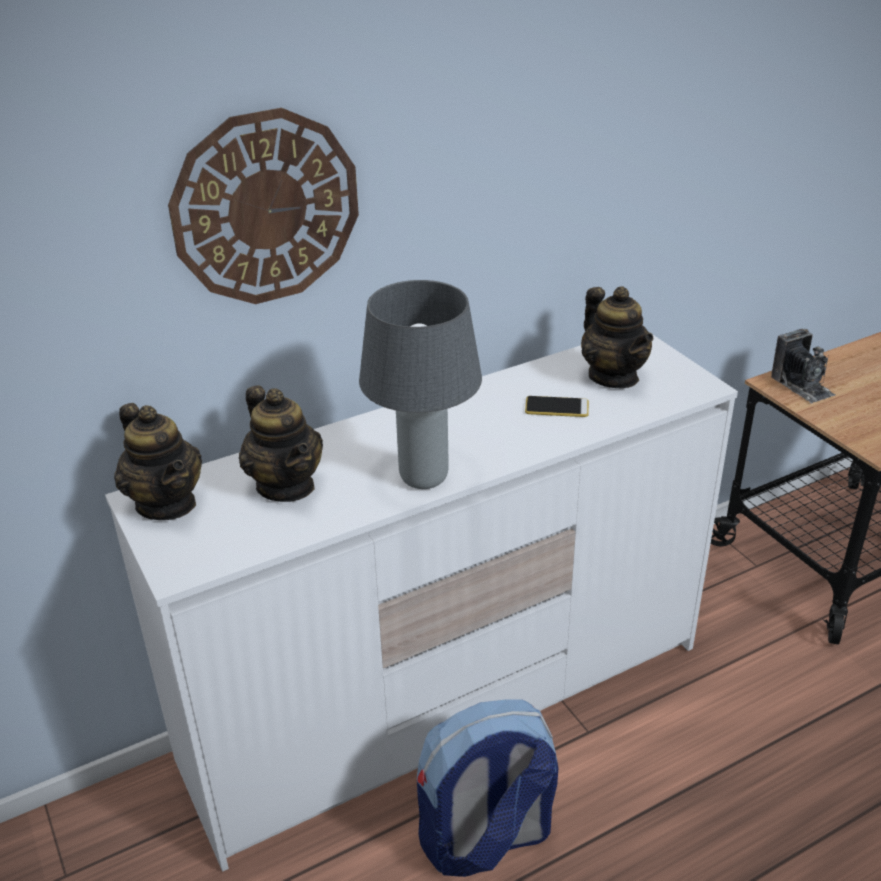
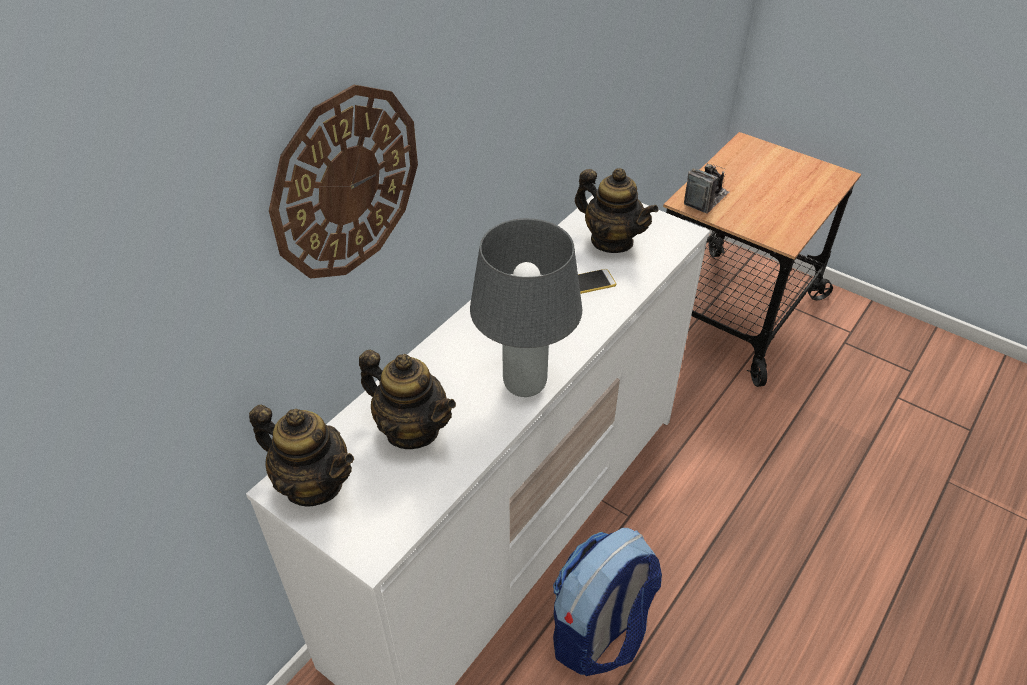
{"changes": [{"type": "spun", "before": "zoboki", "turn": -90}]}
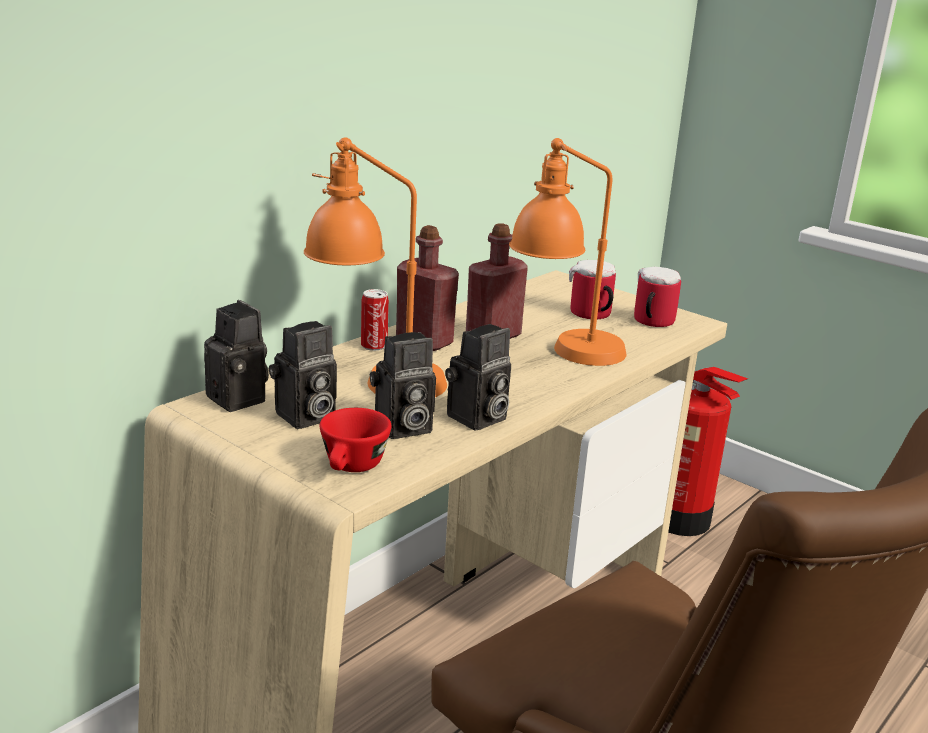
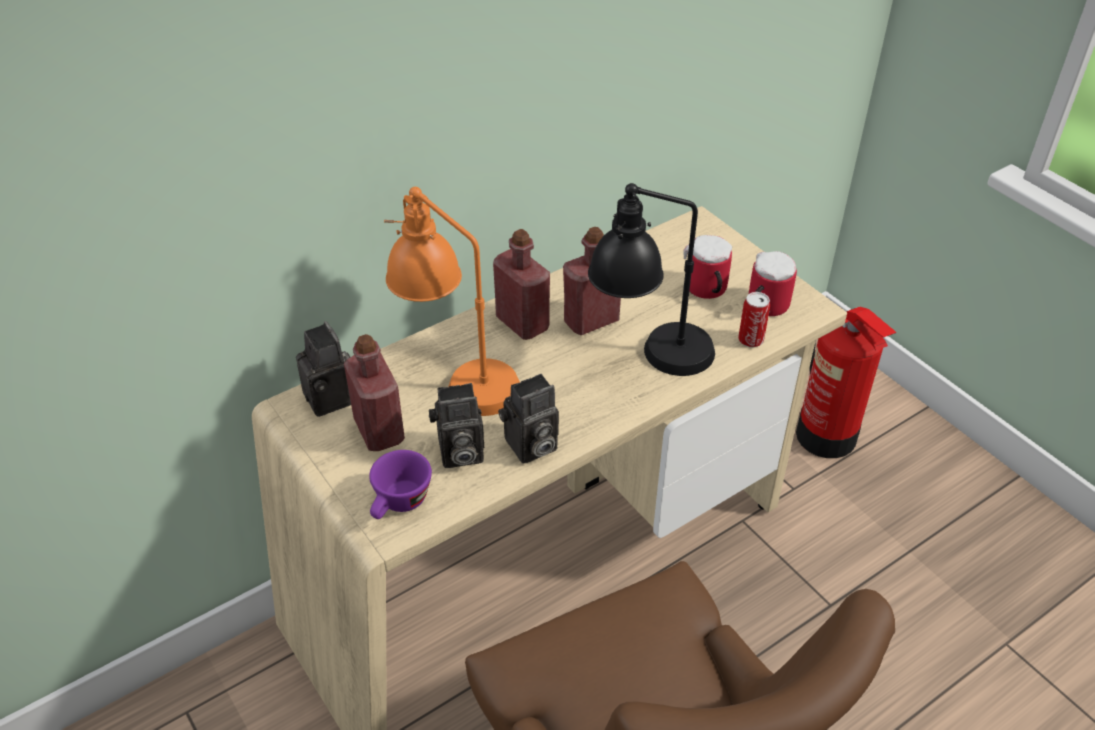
{"changes": [{"type": "colour", "before": "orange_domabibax (no. 2 from left)", "after": "black_domabibax"}, {"type": "relocated", "before": "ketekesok"}, {"type": "exchanged", "before": "zoboki (no. 2 from left)", "after": "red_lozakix (no. 1 from left)"}, {"type": "colour", "before": "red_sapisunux", "after": "purple_sapisunux"}]}
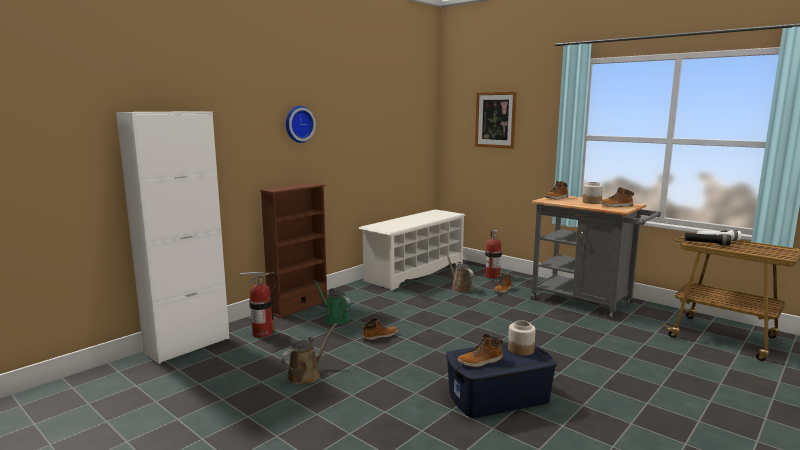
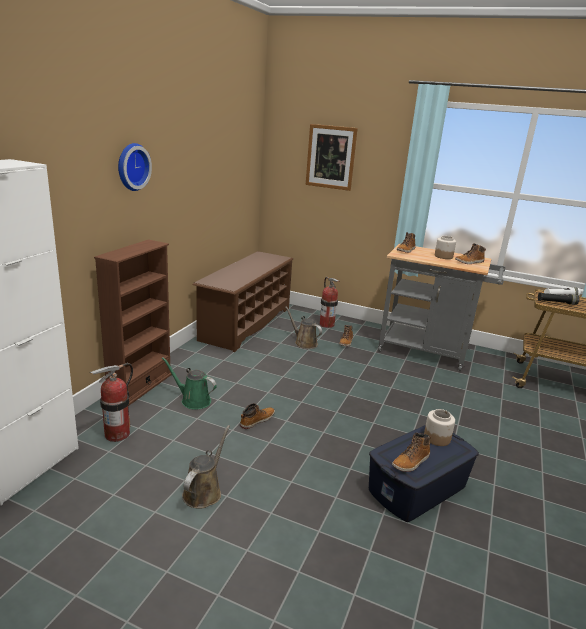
{"changes": [{"type": "colour", "before": "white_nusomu", "after": "brown_nusomu"}]}
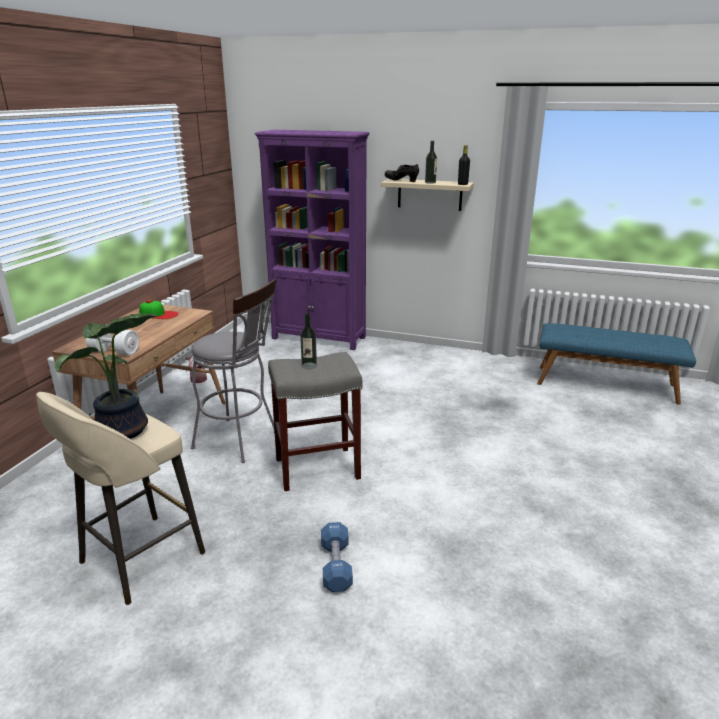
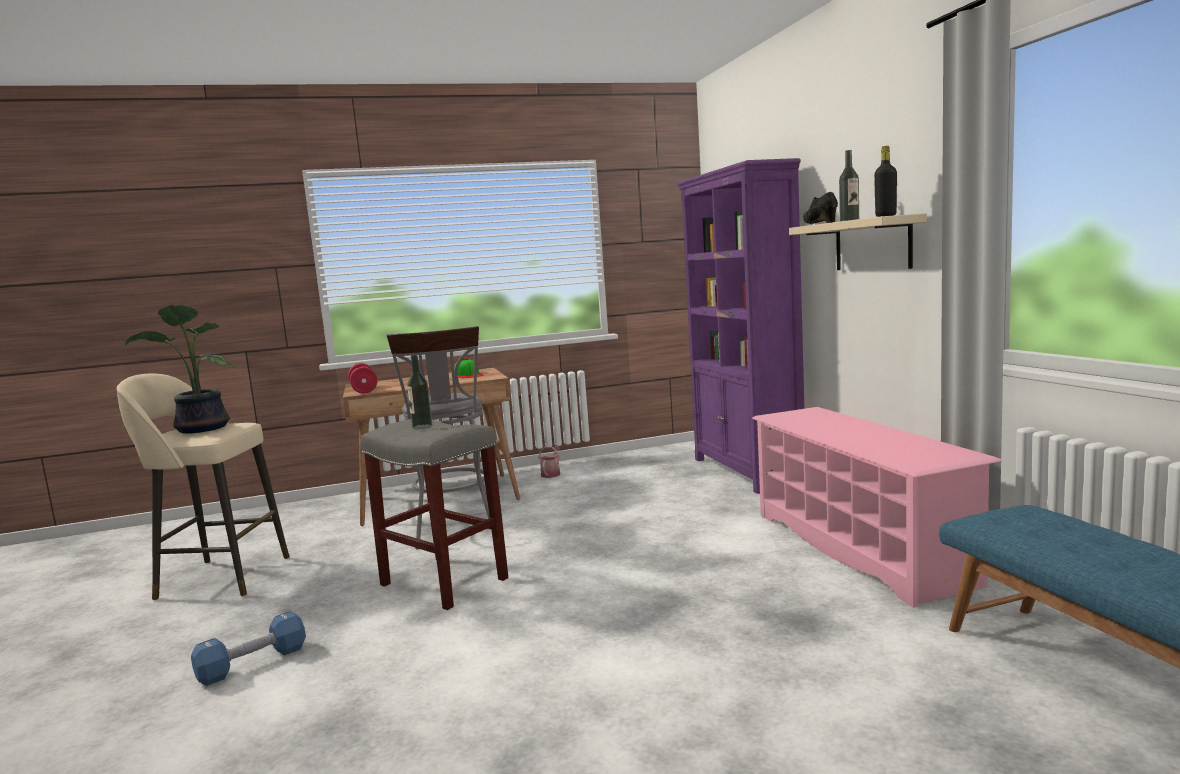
{"changes": [{"type": "colour", "before": "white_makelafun", "after": "red_makelafun"}, {"type": "appeared", "after": "pink_nusomu"}]}
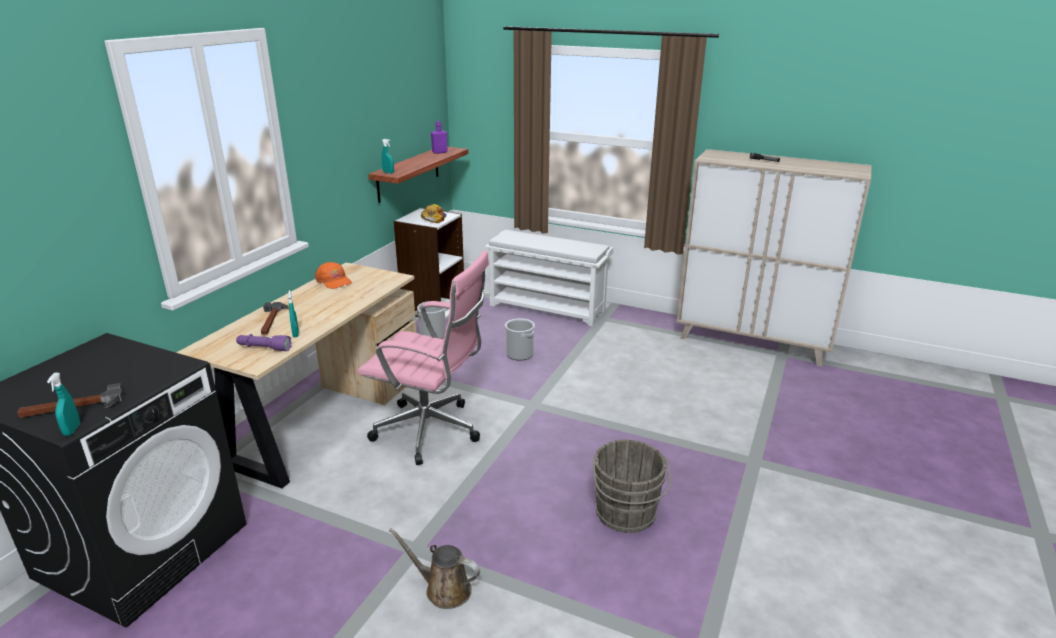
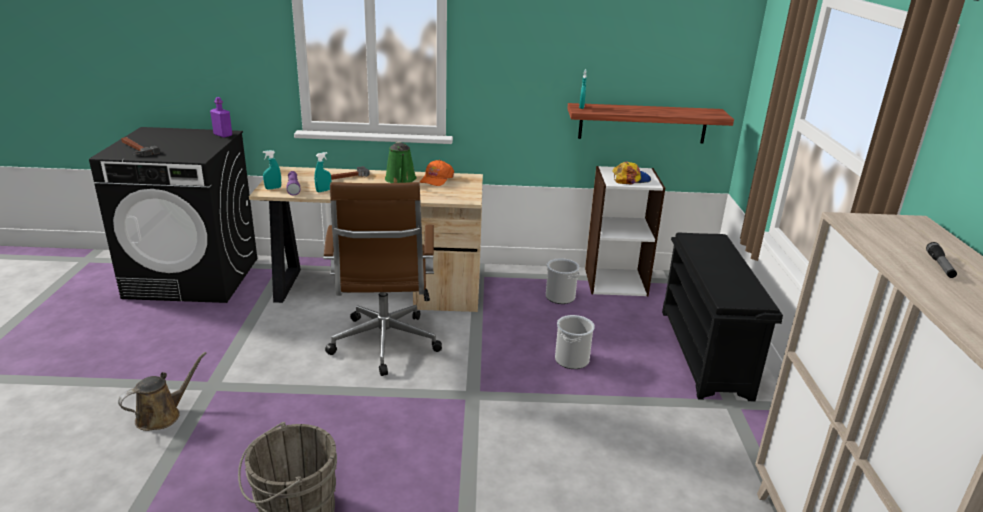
{"changes": [{"type": "relocated", "before": "purple_lozakix"}, {"type": "colour", "before": "white_nusomu", "after": "black_nusomu"}, {"type": "colour", "before": "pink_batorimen", "after": "brown_batorimen"}, {"type": "relocated", "before": "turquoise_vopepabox (no. 1 from left)"}, {"type": "spun", "before": "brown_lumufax", "turn": 45}, {"type": "appeared", "after": "green_lumufax"}]}
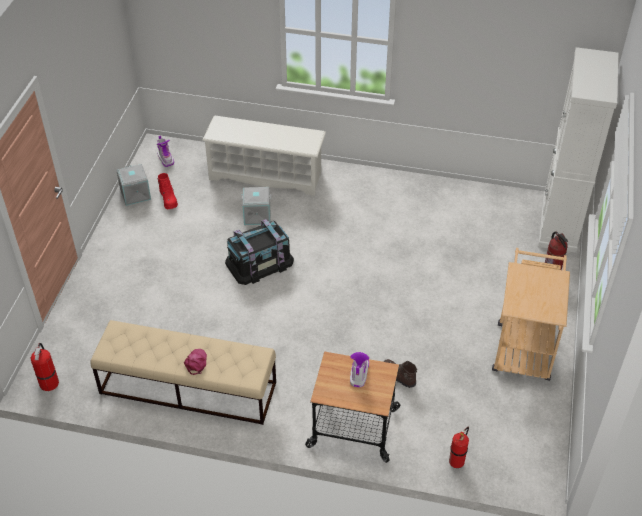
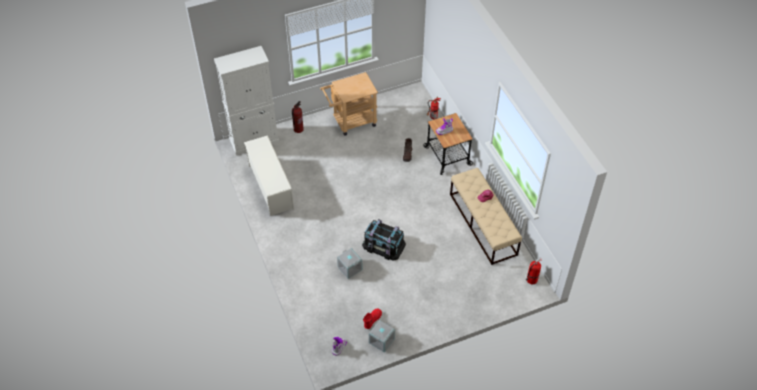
{"changes": [{"type": "relocated", "before": "white_nusomu"}]}
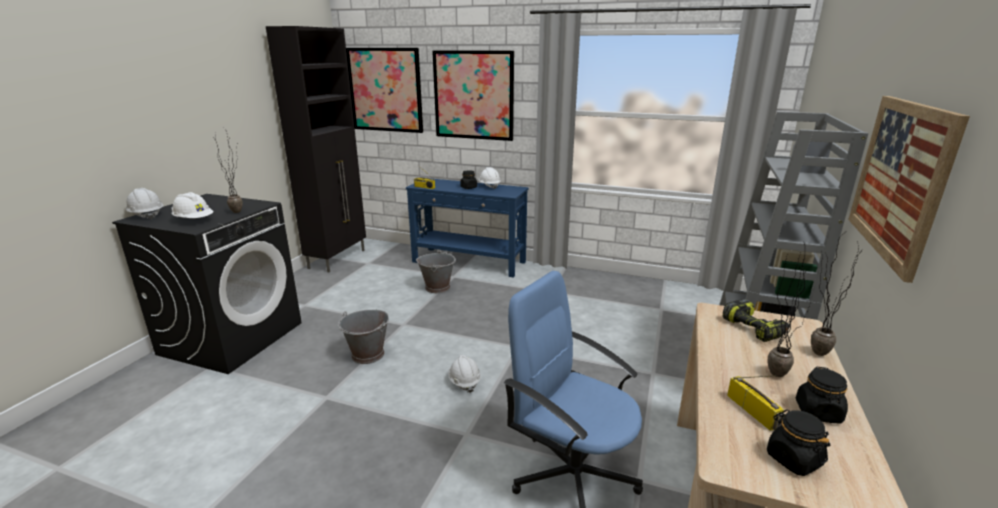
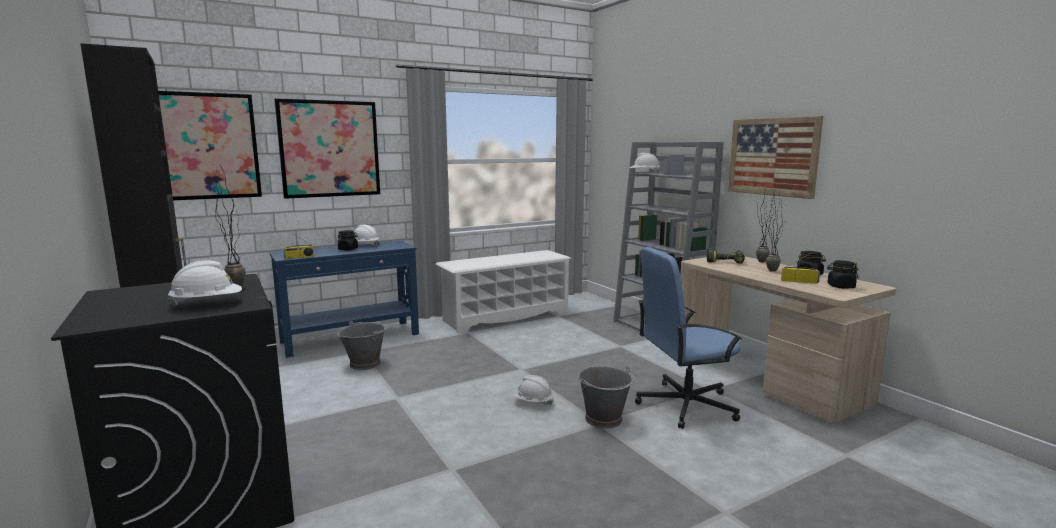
{"changes": [{"type": "relocated", "before": "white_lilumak (no. 1 from left in the first image)", "after": "white_lilumak (no. 4 from left)"}, {"type": "relocated", "before": "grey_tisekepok (no. 1 from left in the first image)", "after": "grey_tisekepok (no. 2 from left)"}, {"type": "appeared", "after": "white_nusomu"}]}
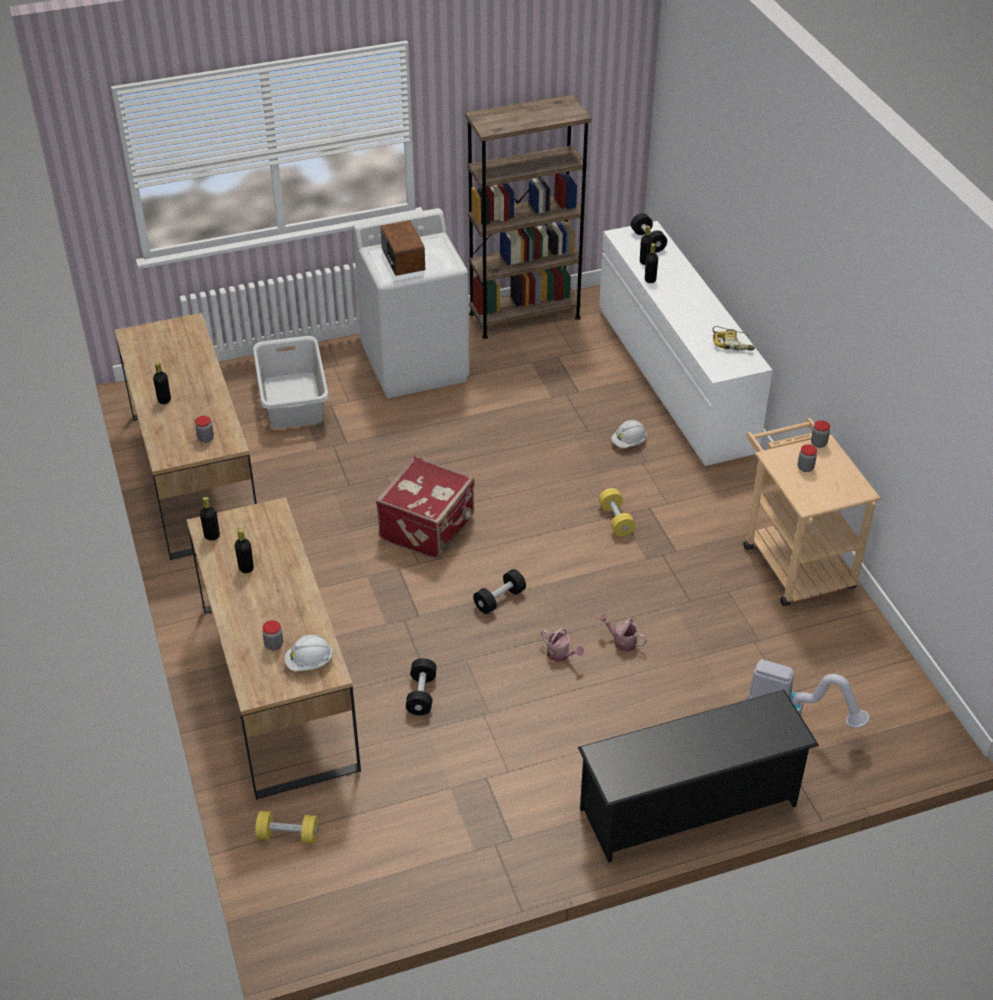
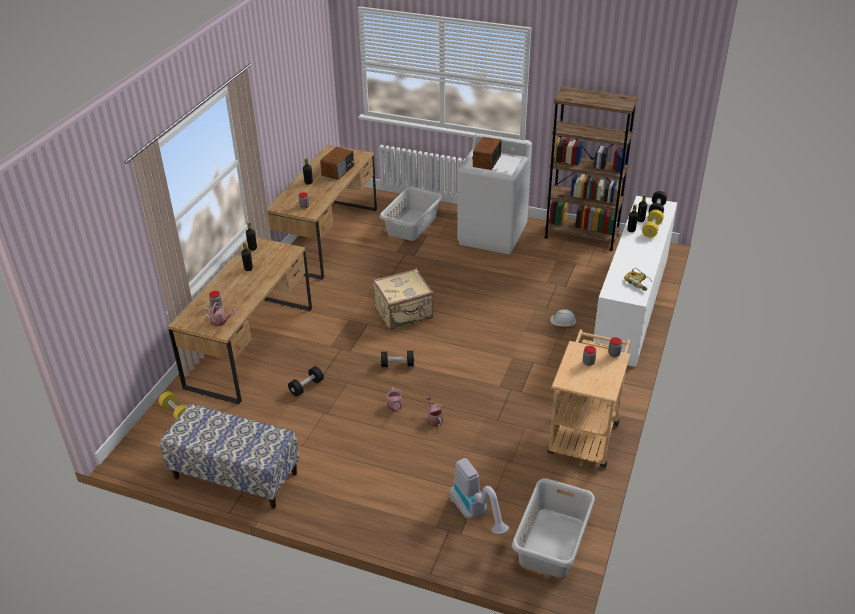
{"changes": [{"type": "colour", "before": "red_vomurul", "after": "beige_vomurul"}, {"type": "relocated", "before": "yellow_makelafun (no. 2 from left)"}, {"type": "exchanged", "before": "white_lilumak (no. 1 from left)", "after": "lumufax (no. 1 from left)"}, {"type": "missing", "before": "black_nusomu"}, {"type": "appeared", "after": "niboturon (no. 1 from left)"}, {"type": "appeared", "after": "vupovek"}, {"type": "appeared", "after": "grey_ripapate (no. 2 from left)"}]}
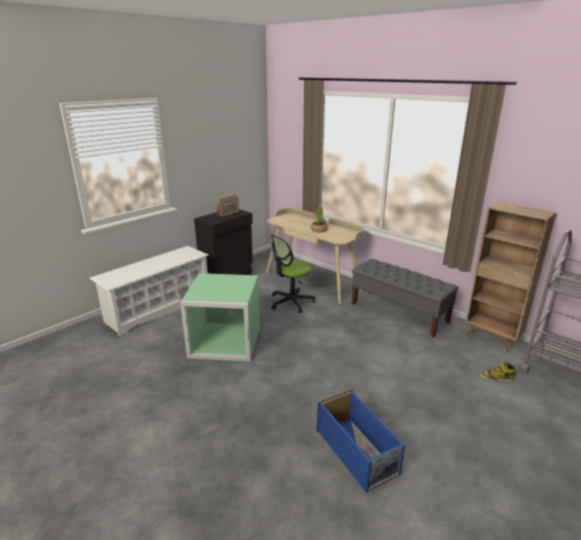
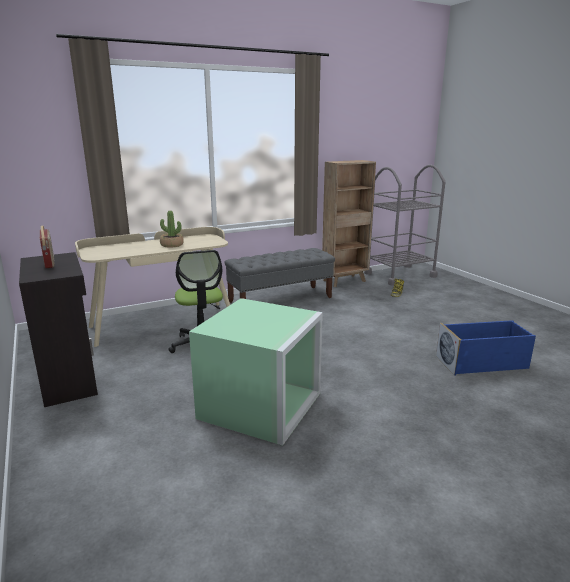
{"changes": [{"type": "missing", "before": "white_nusomu"}]}
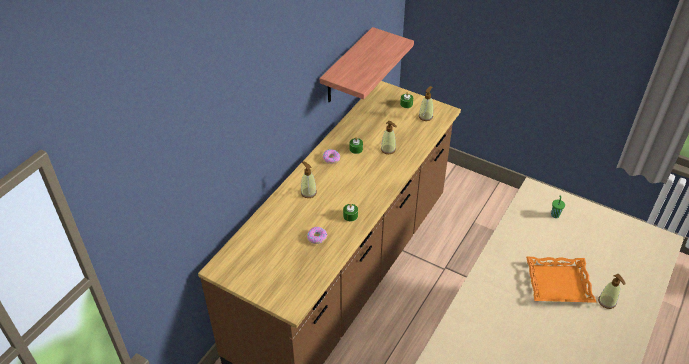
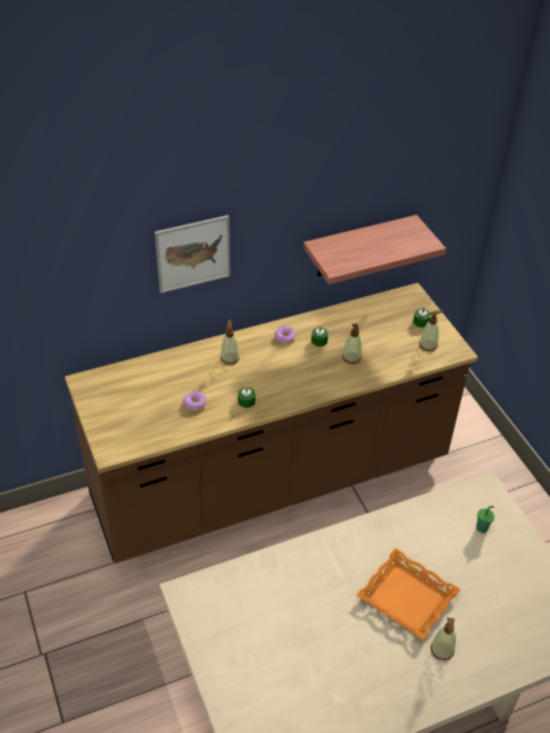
{"changes": [{"type": "appeared", "after": "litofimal"}]}
